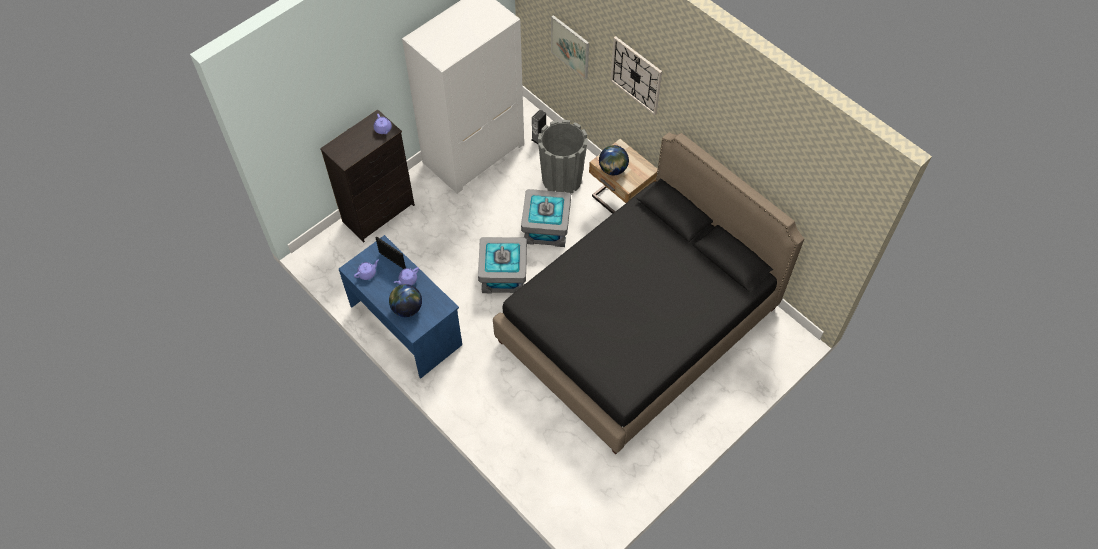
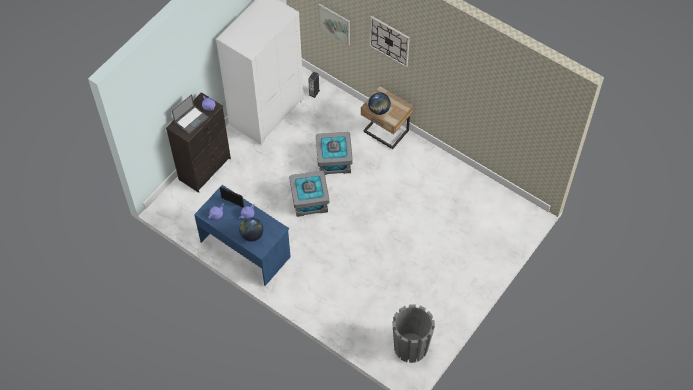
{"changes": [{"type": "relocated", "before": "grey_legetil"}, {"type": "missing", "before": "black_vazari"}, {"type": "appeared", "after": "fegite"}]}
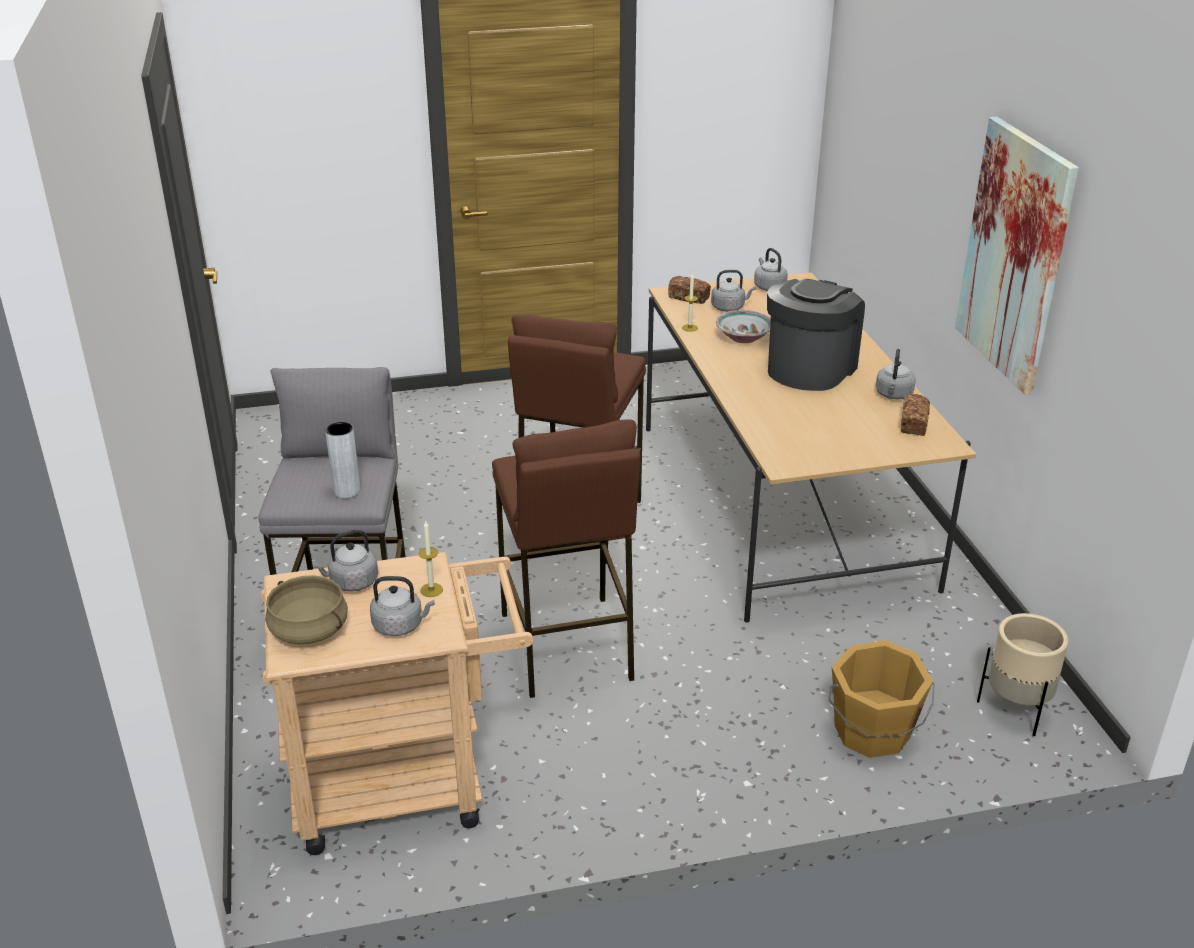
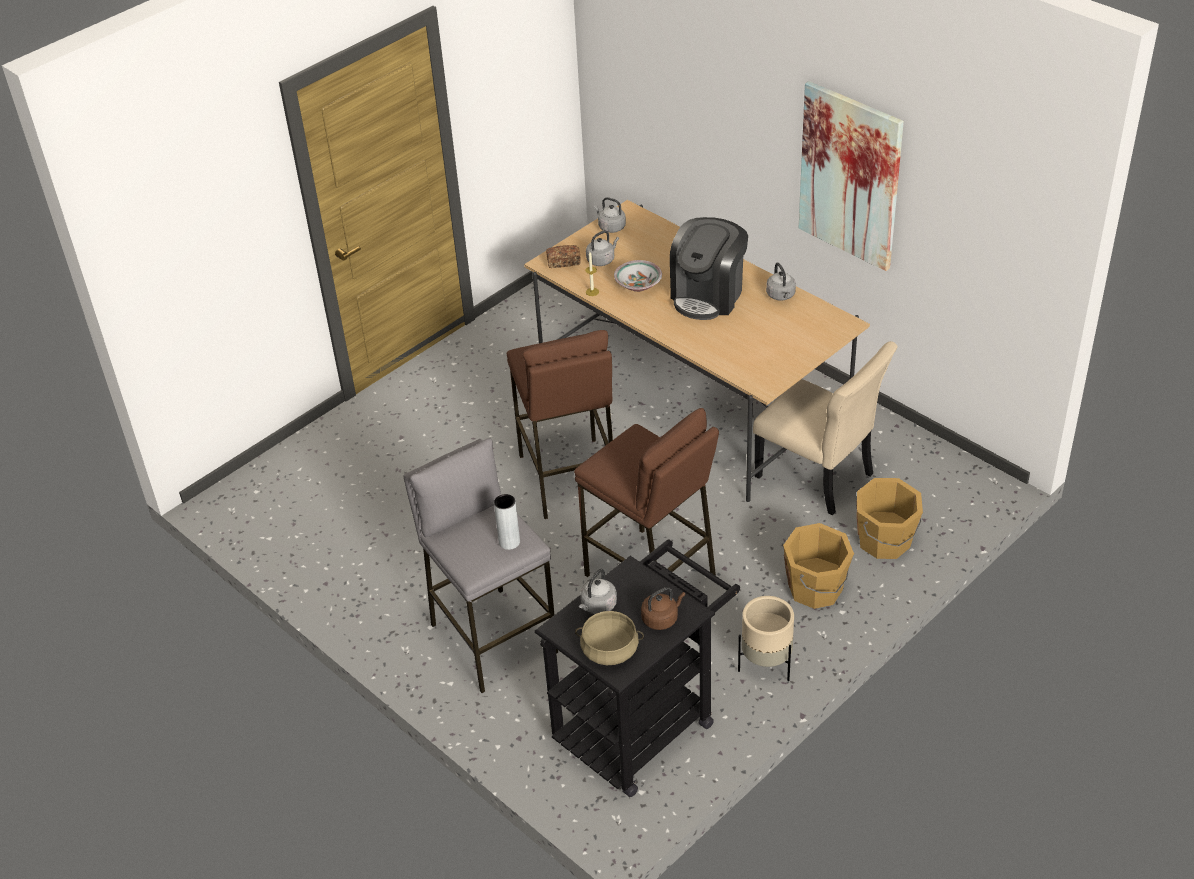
{"changes": [{"type": "spun", "before": "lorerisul", "turn": -150}, {"type": "missing", "before": "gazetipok (no. 2 from left)"}, {"type": "missing", "before": "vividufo (no. 1 from left)"}, {"type": "colour", "before": "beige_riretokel", "after": "black_riretokel"}, {"type": "colour", "before": "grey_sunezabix (no. 2 from left)", "after": "brown_sunezabix"}, {"type": "relocated", "before": "beige_legetil"}, {"type": "appeared", "after": "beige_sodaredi"}, {"type": "appeared", "after": "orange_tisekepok (no. 1 from left)"}]}
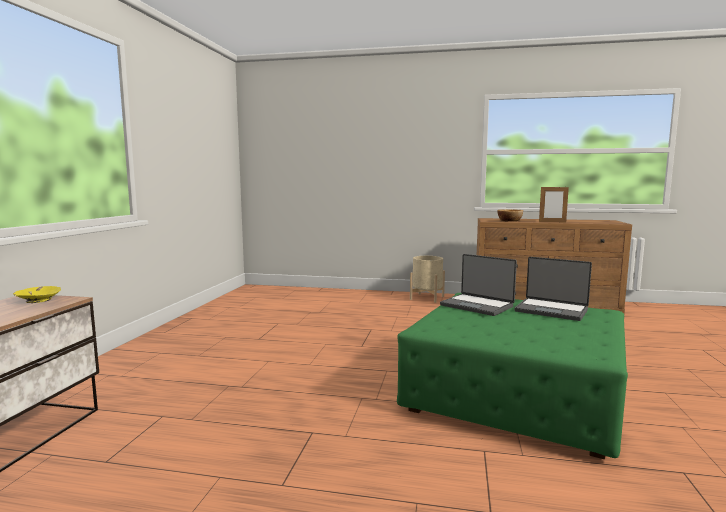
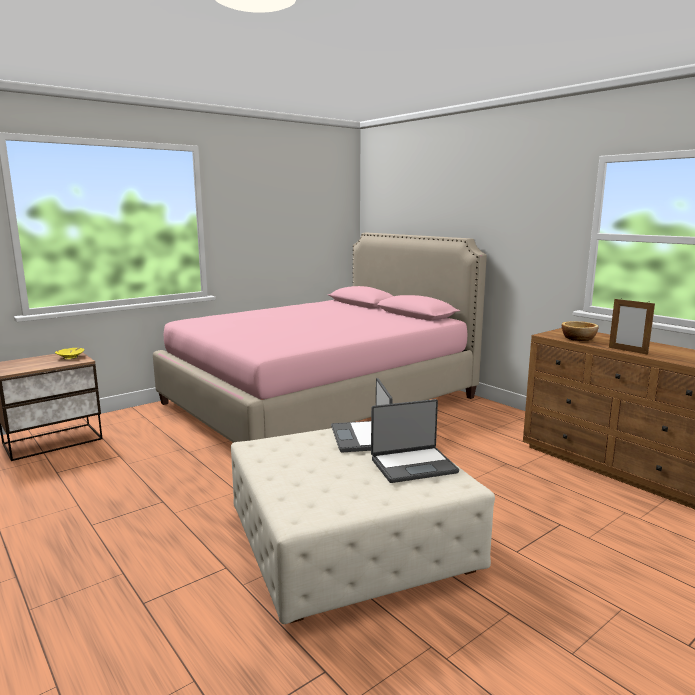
{"changes": [{"type": "missing", "before": "beige_legetil"}, {"type": "spun", "before": "fegite (no. 2 from left)", "turn": -90}, {"type": "colour", "before": "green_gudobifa", "after": "beige_gudobifa"}, {"type": "appeared", "after": "pink_vazari"}]}
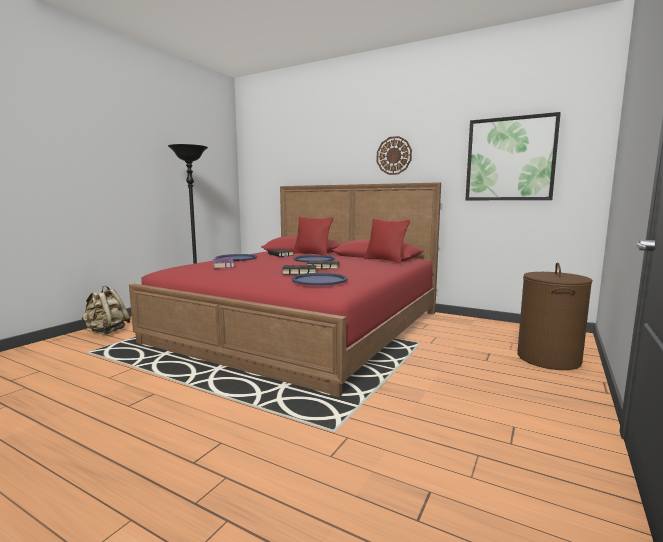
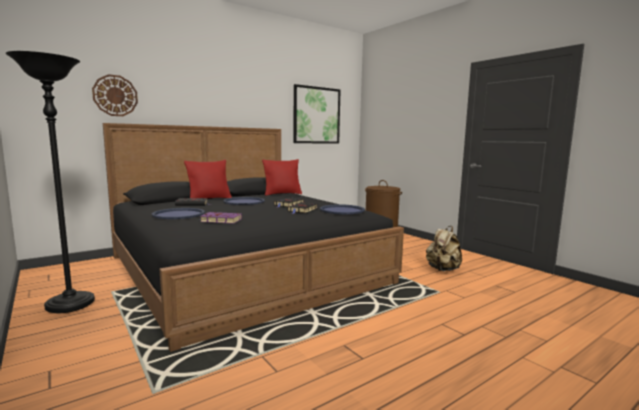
{"changes": [{"type": "relocated", "before": "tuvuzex"}, {"type": "colour", "before": "red_vazari", "after": "black_vazari"}, {"type": "relocated", "before": "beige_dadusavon"}]}
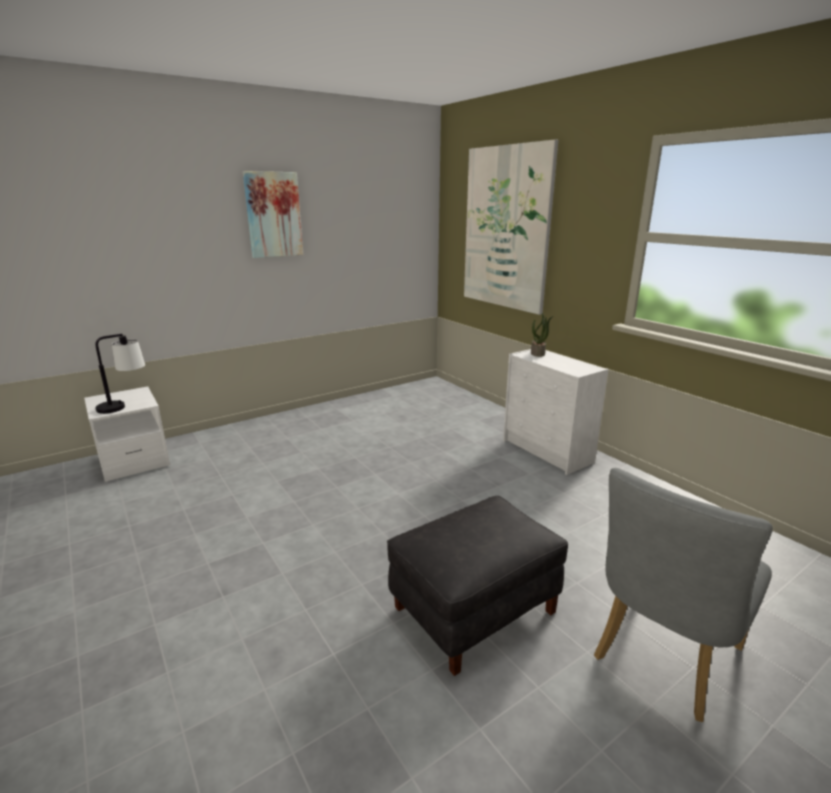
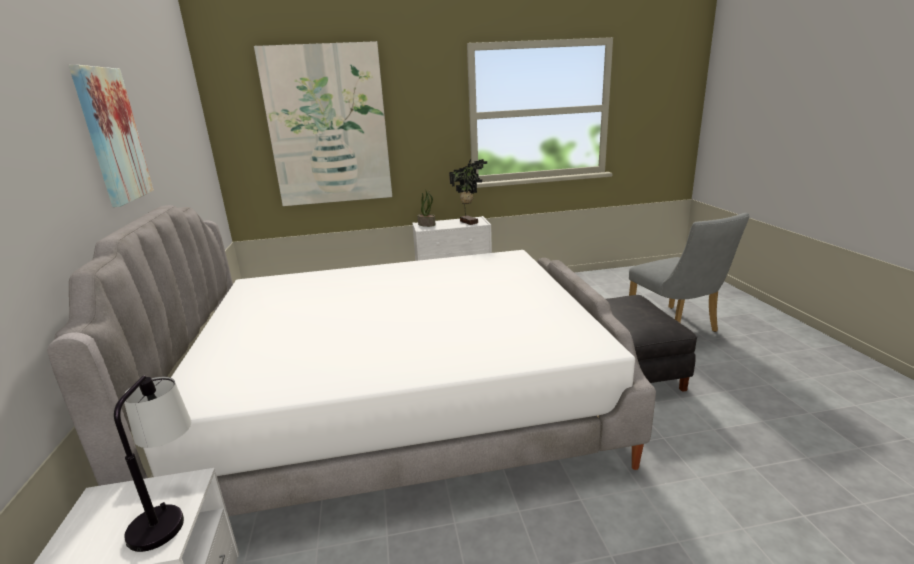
{"changes": [{"type": "appeared", "after": "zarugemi (no. 2 from left)"}, {"type": "appeared", "after": "vazari"}]}
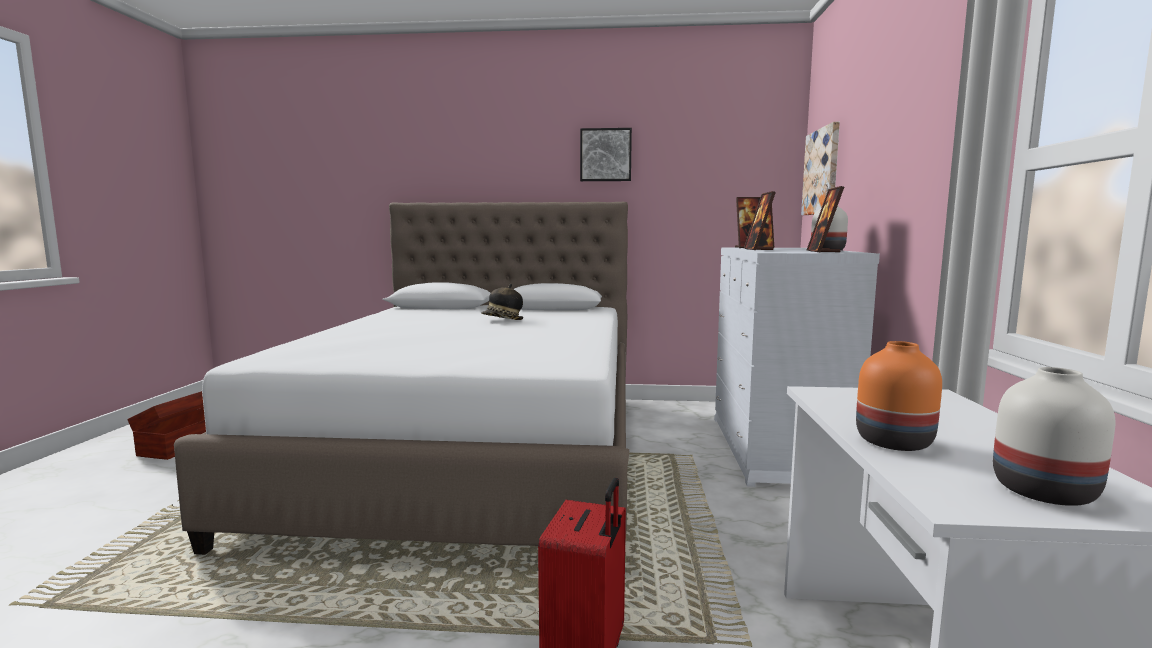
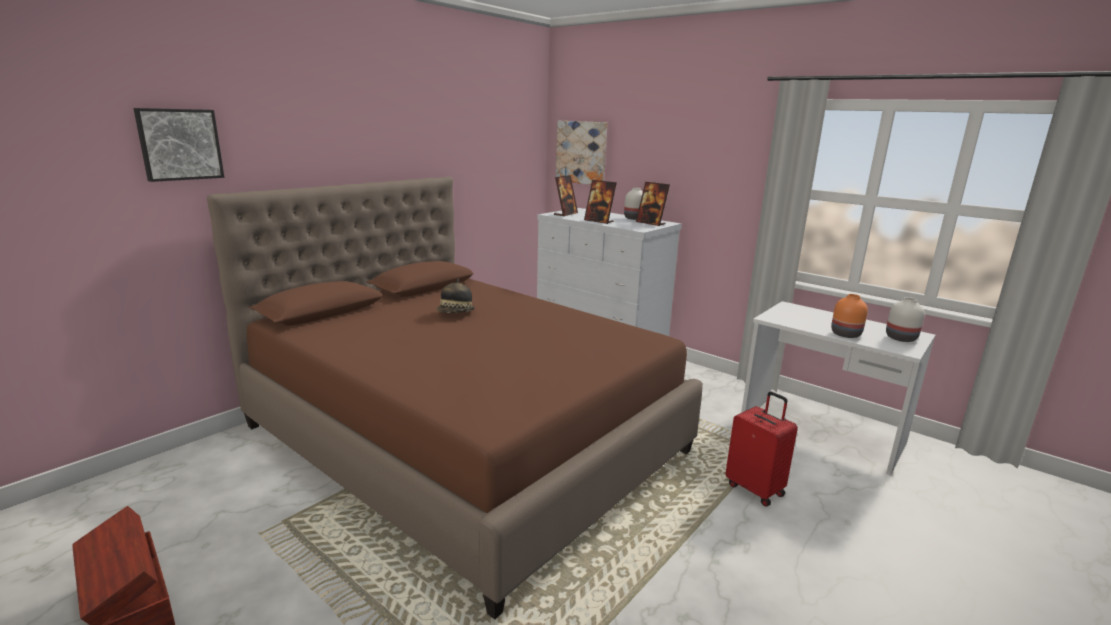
{"changes": [{"type": "relocated", "before": "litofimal (no. 1 from left)"}, {"type": "colour", "before": "white_vazari", "after": "brown_vazari"}]}
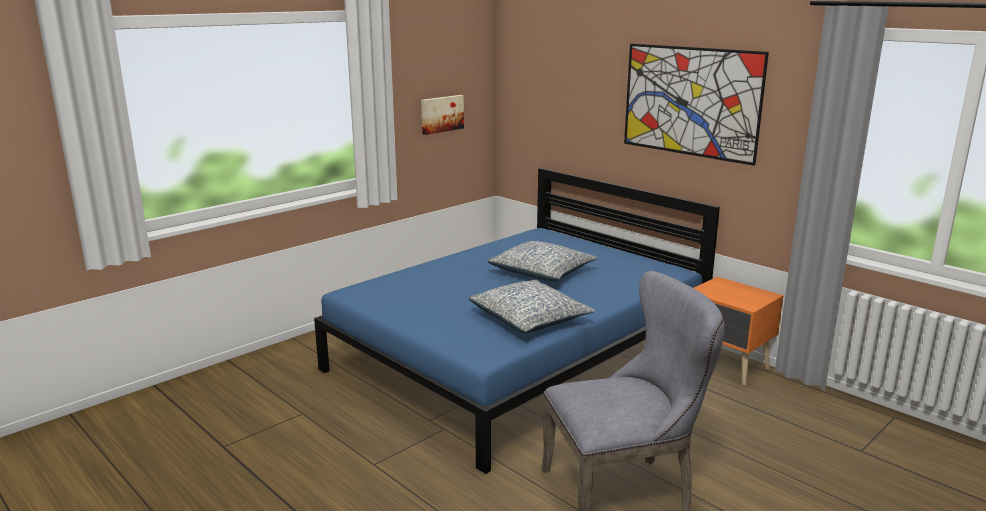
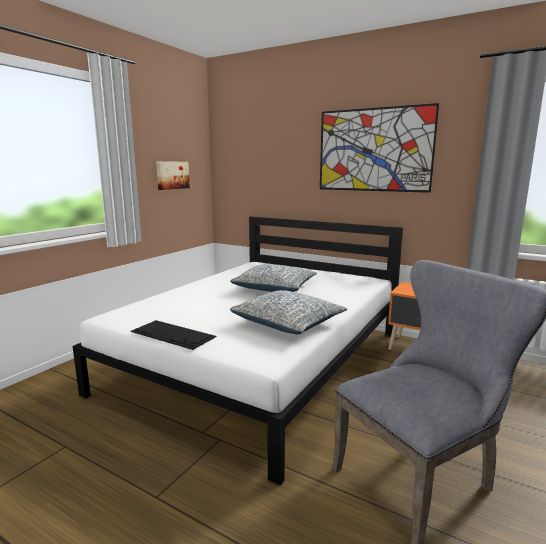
{"changes": [{"type": "colour", "before": "blue_vazari", "after": "white_vazari"}, {"type": "appeared", "after": "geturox"}]}
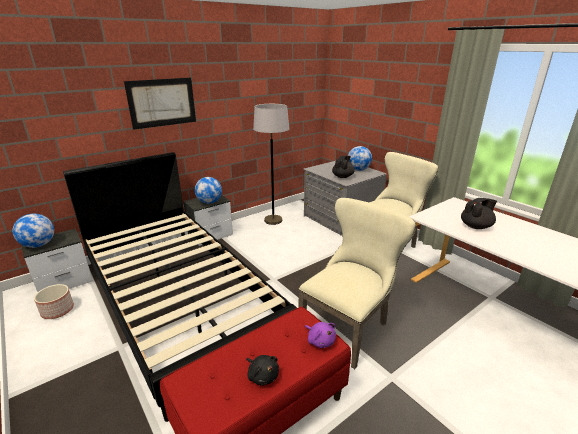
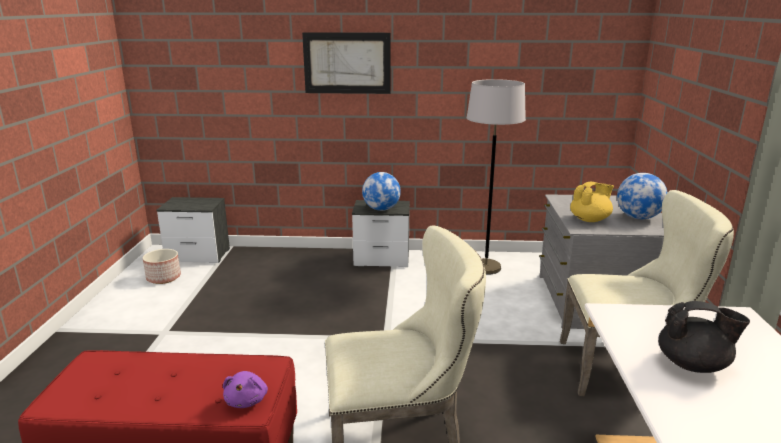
{"changes": [{"type": "missing", "before": "black_vazari"}, {"type": "colour", "before": "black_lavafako (no. 1 from left)", "after": "yellow_lavafako"}, {"type": "missing", "before": "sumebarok (no. 1 from left)"}, {"type": "missing", "before": "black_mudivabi"}]}
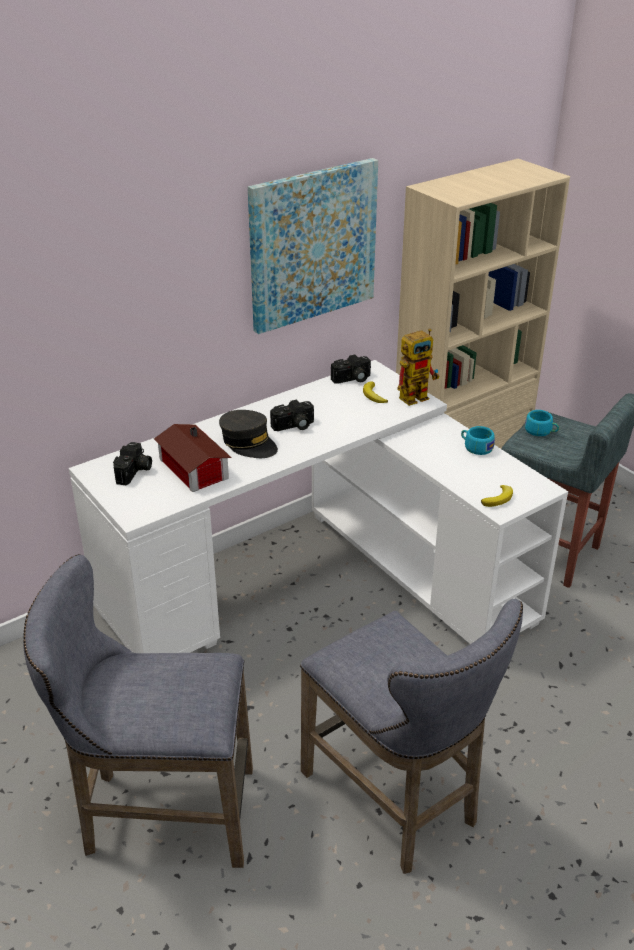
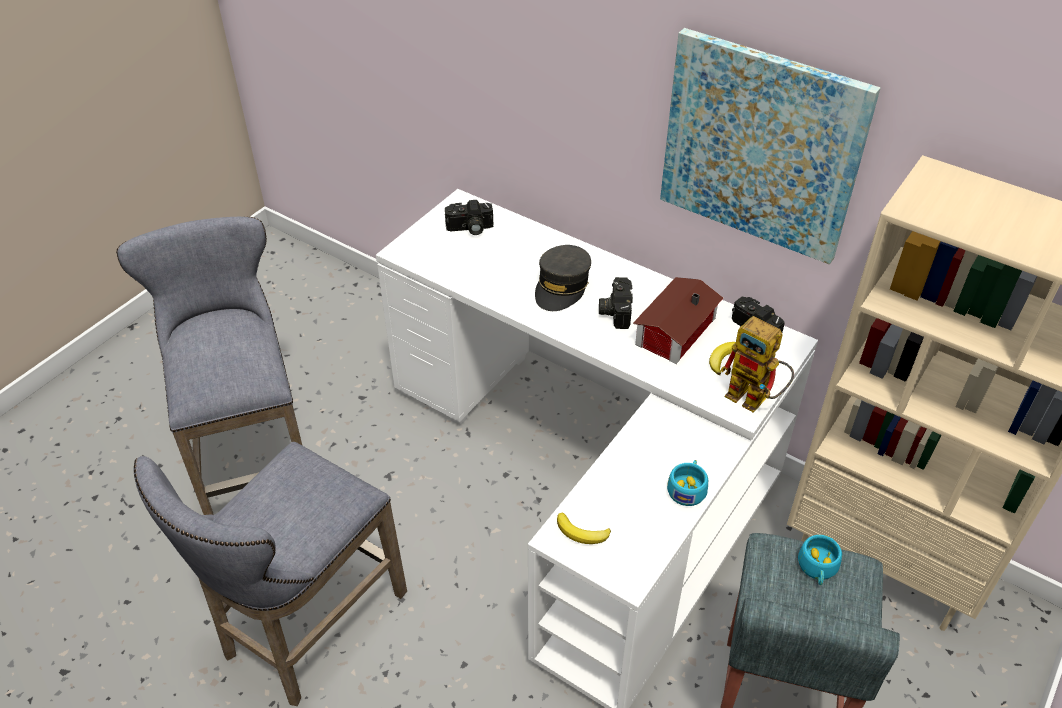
{"changes": [{"type": "spun", "before": "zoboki (no. 2 from left)", "turn": 45}, {"type": "relocated", "before": "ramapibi"}]}
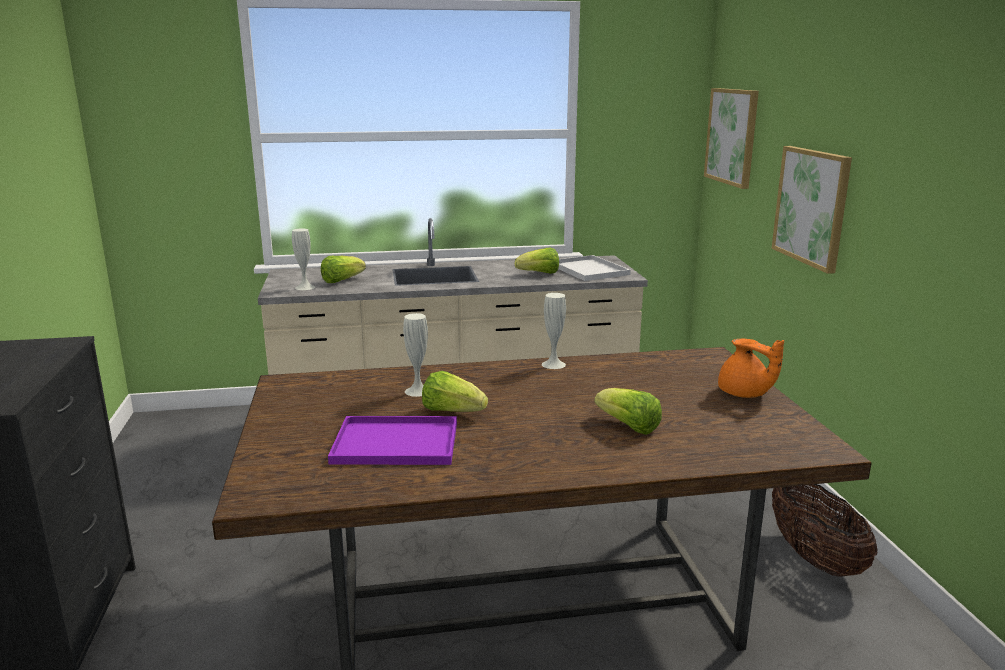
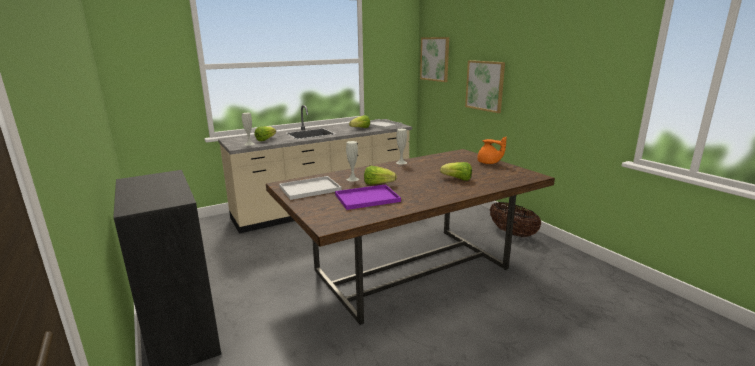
{"changes": [{"type": "appeared", "after": "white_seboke (no. 1 from left)"}]}
